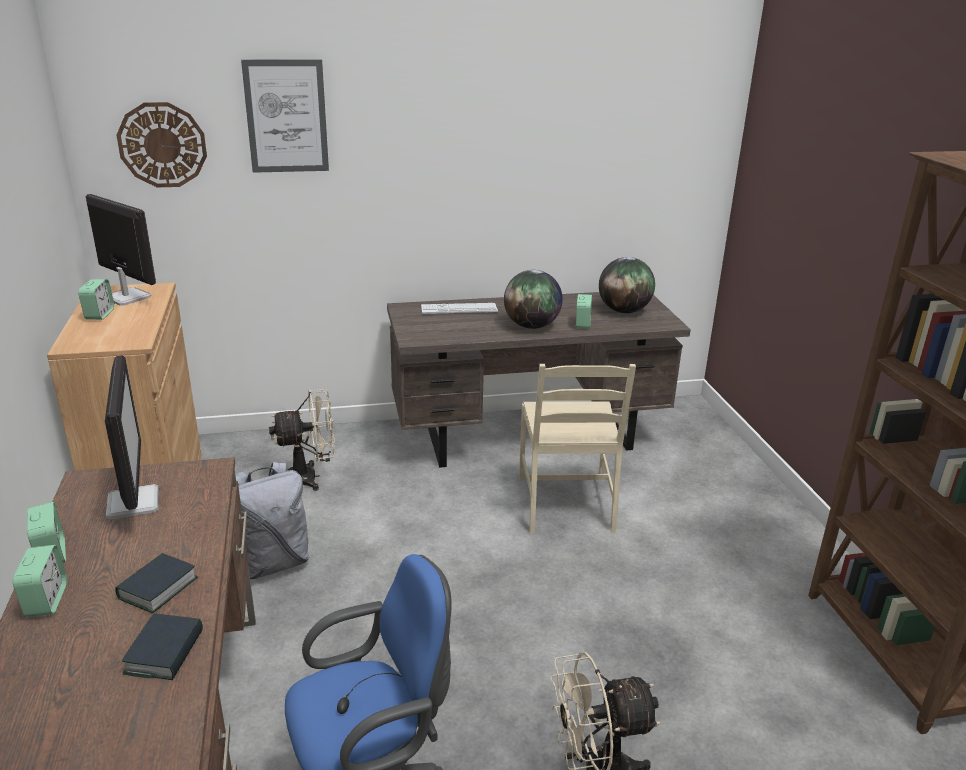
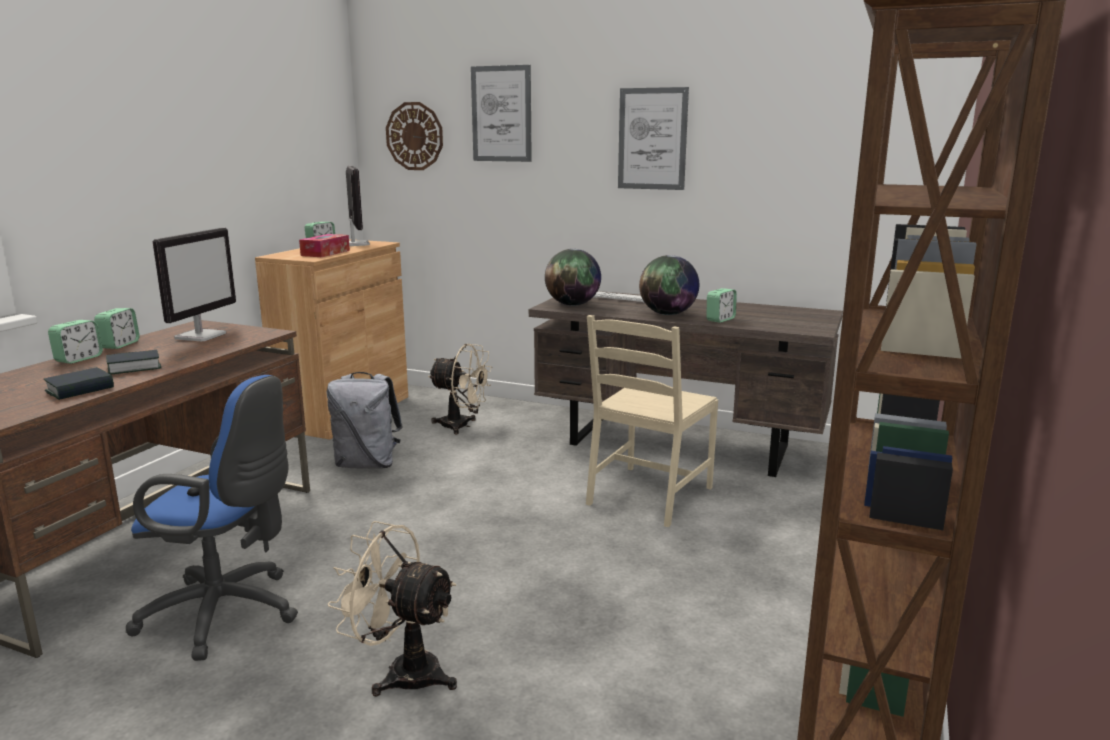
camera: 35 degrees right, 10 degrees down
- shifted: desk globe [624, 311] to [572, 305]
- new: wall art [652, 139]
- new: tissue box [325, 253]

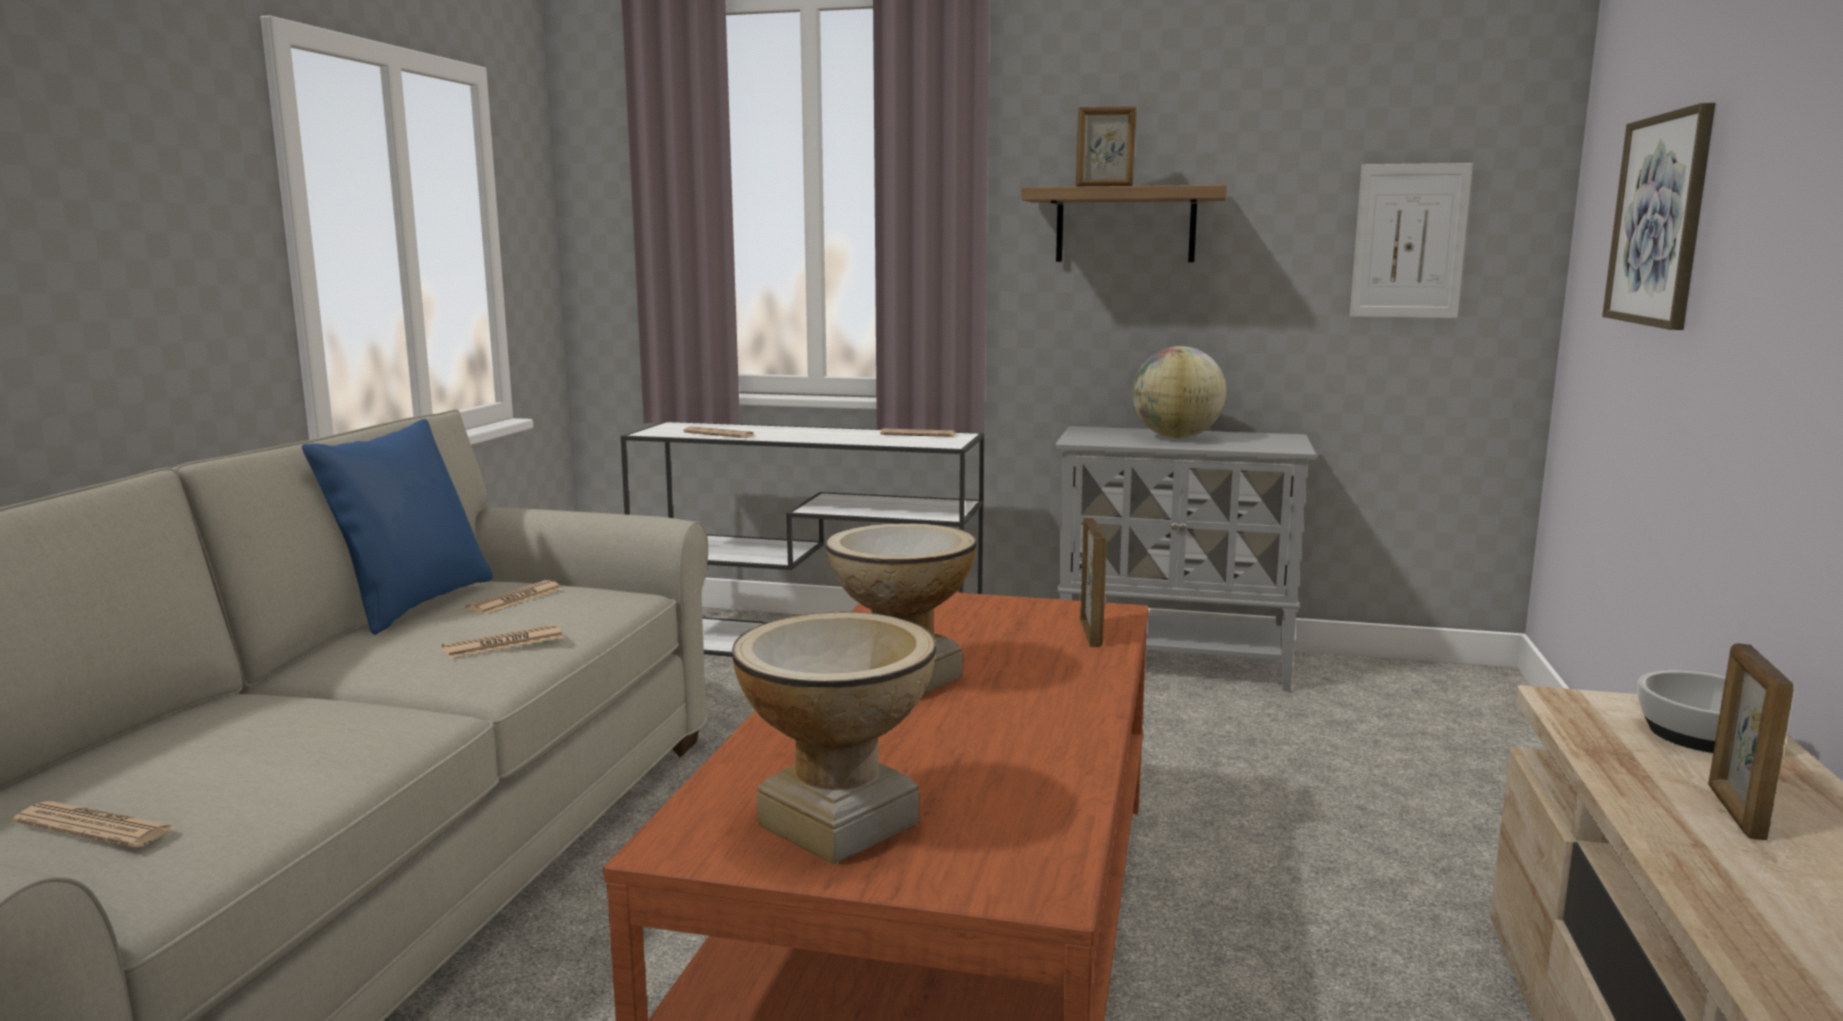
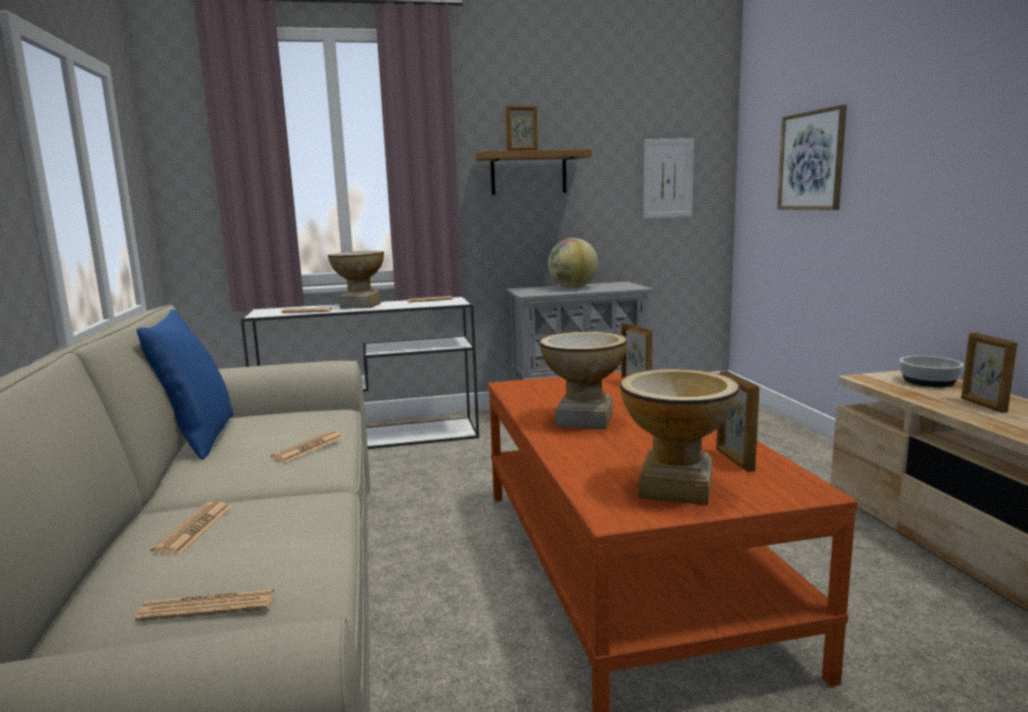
camera: 25 degrees left, 0 degrees up
- shifted: newspaper [515, 599] to [194, 529]
- new: flower vase [360, 306]
- new: standing frame [734, 460]

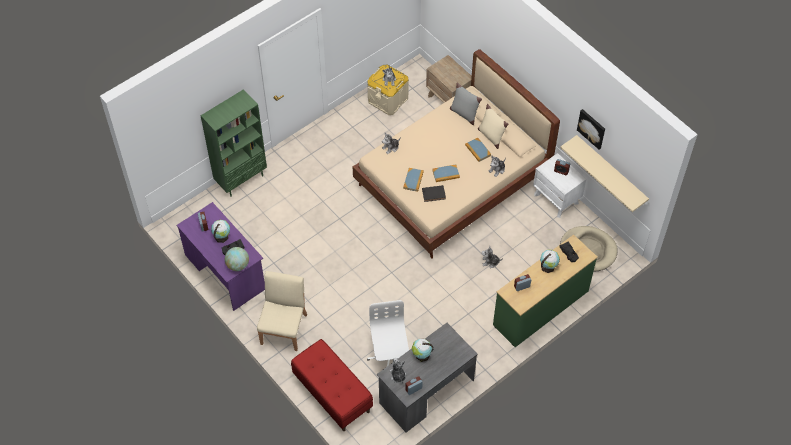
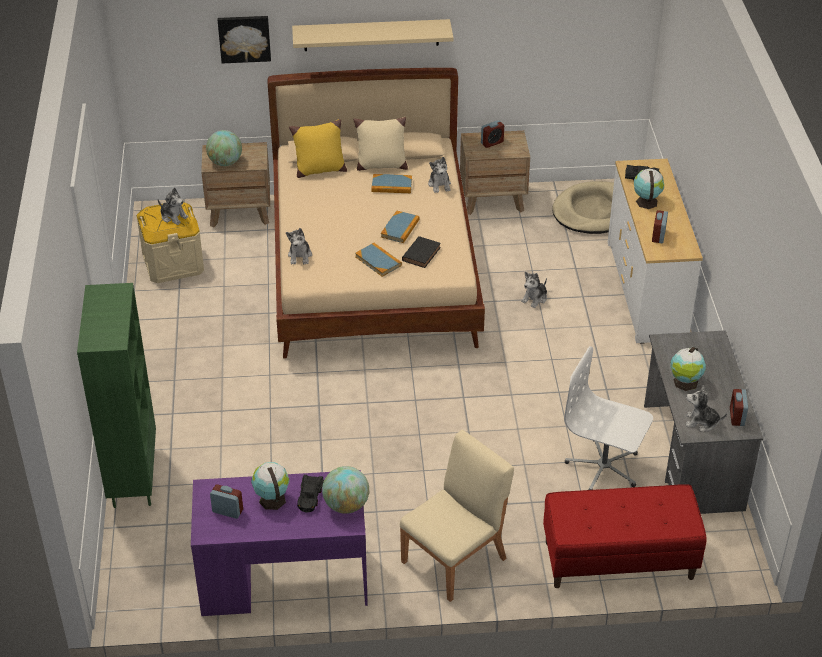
camera: 55 degrees left, 15 degrees down
- repainted: cushion (grey) [464, 113] to cushion (yellow-coloured) [319, 170]
- shifted: wall art [592, 128] to [244, 38]
- shifted: shelf (beige) [611, 171] to [371, 35]
- repainted: nightstand (white) [556, 199] to nightstand (brown-coloured) [493, 200]
- repainted: dresser (green) [541, 308] to dresser (white) [647, 290]
- rotated: chair (beige) [284, 328] = [455, 559] 90 degrees clockwise
- new: desk globe [225, 162]

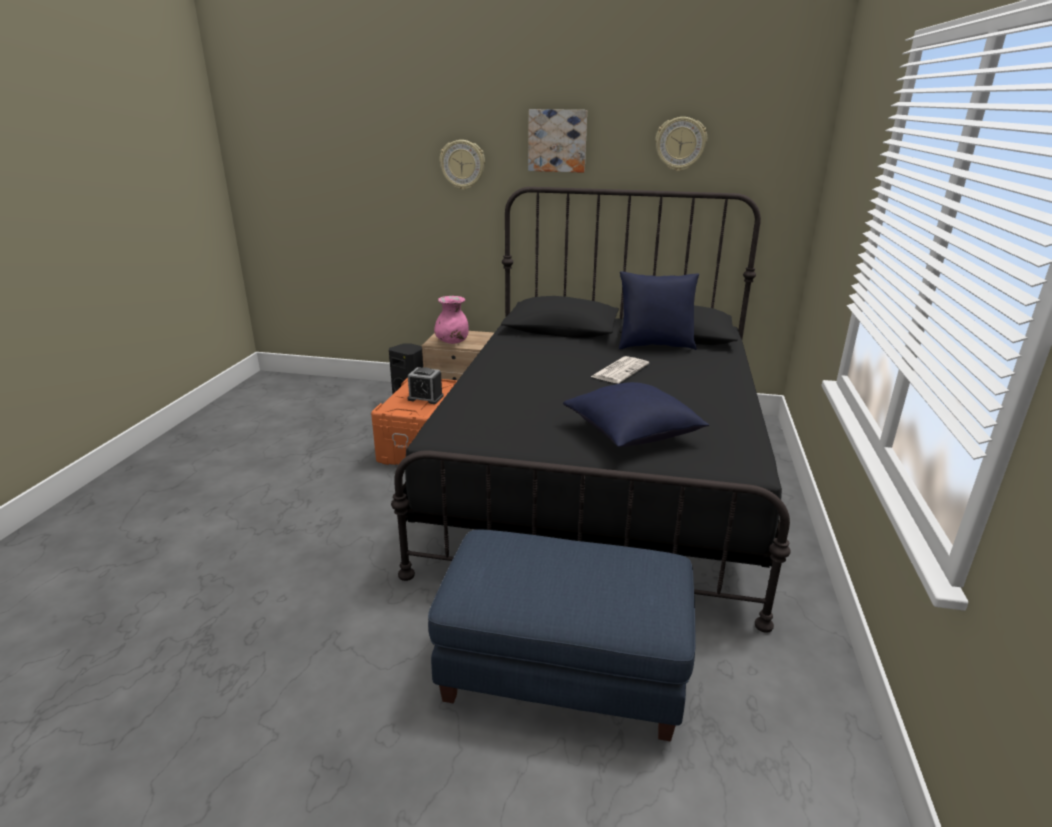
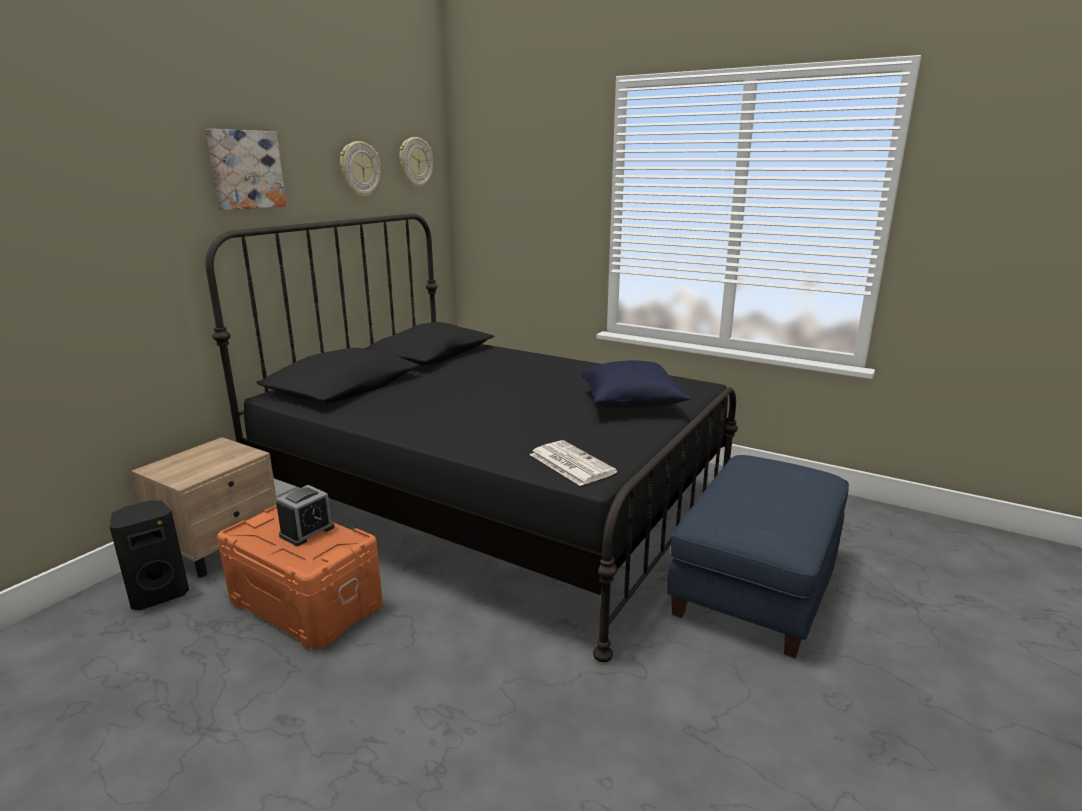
camera: 70 degrees left, 5 degrees down
- shifted: clock on the wall [462, 165] to [415, 162]
- gone: cushion (bluish) [654, 346]
- gone: flower vase (pinkish) [452, 342]
- shifted: newspaper [620, 370] to [570, 463]

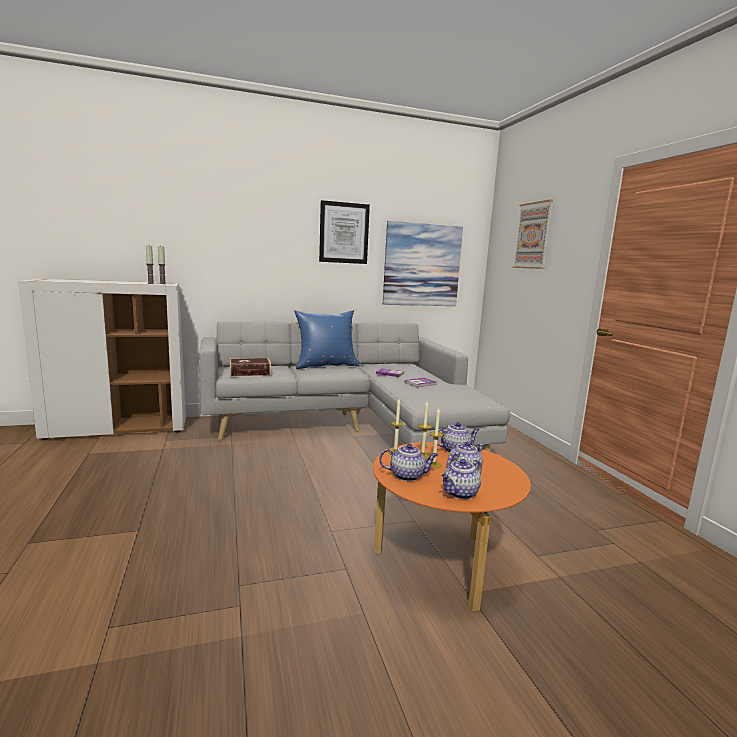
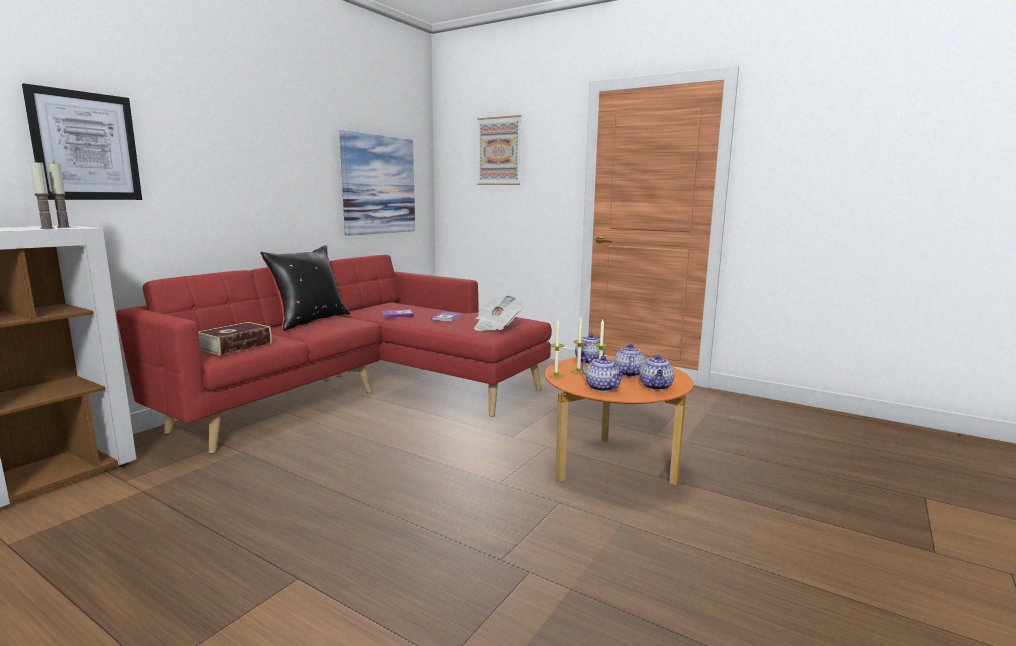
camera: 40 degrees left, 0 degrees up
- shifted: wall art [344, 233] to [86, 146]
- repainted: cushion (bluish) [326, 365] to cushion (black-coloured) [310, 321]
- repainted: settee (grey) [357, 431] to settee (red-coloured) [370, 392]
- rotated: tea pot [407, 476] = [602, 388] 90 degrees clockwise
- new: newspaper [496, 327]

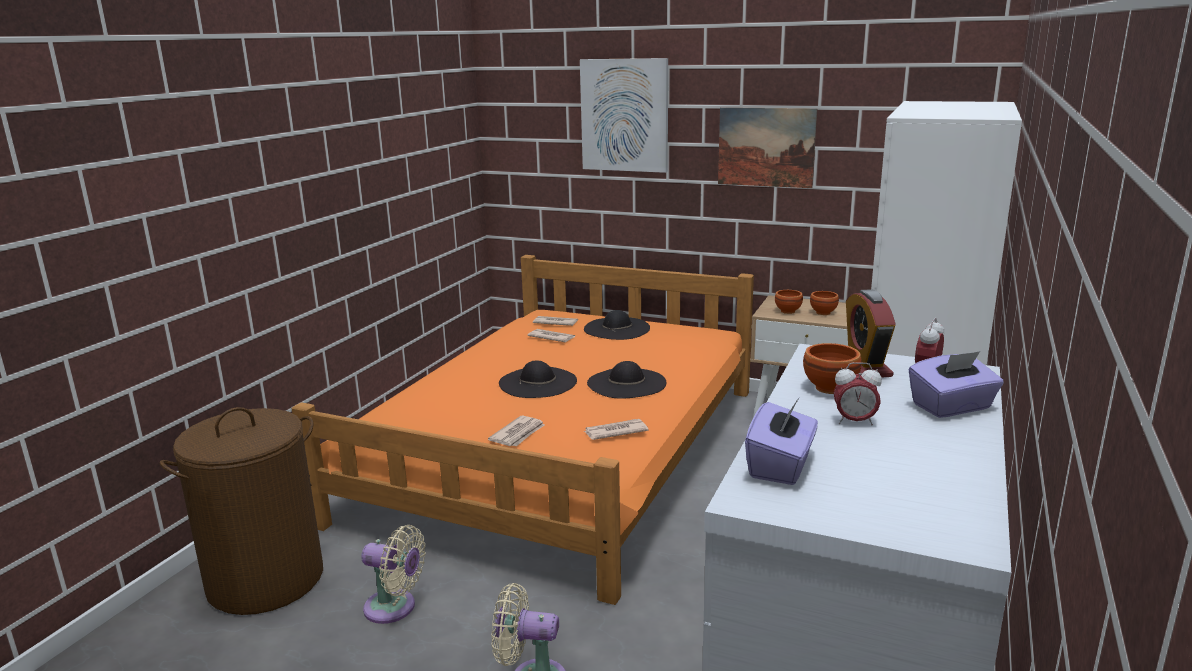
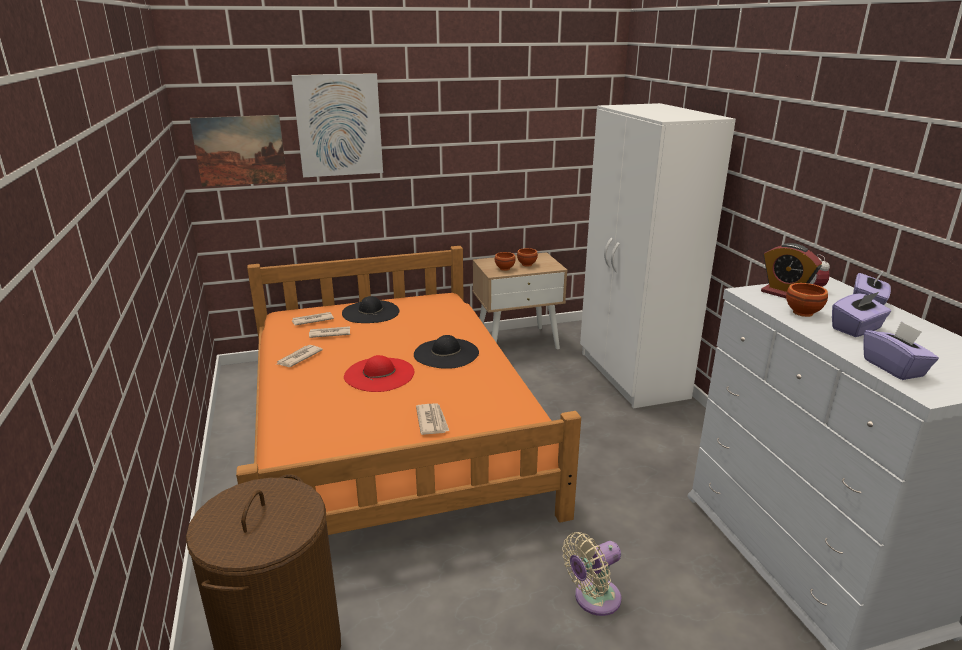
camera: 40 degrees left, 5 degrees up
- shifted: wall art [766, 147] to [240, 150]
- repainted: hat (black-coloured) [538, 382] to hat (red-coloured) [379, 374]
- swapped: table clock [854, 421] to tissue box (purple-coloured) [856, 329]
- shifted: newspaper [615, 432] to [298, 358]
- gone: electric fan (beige) [394, 608]

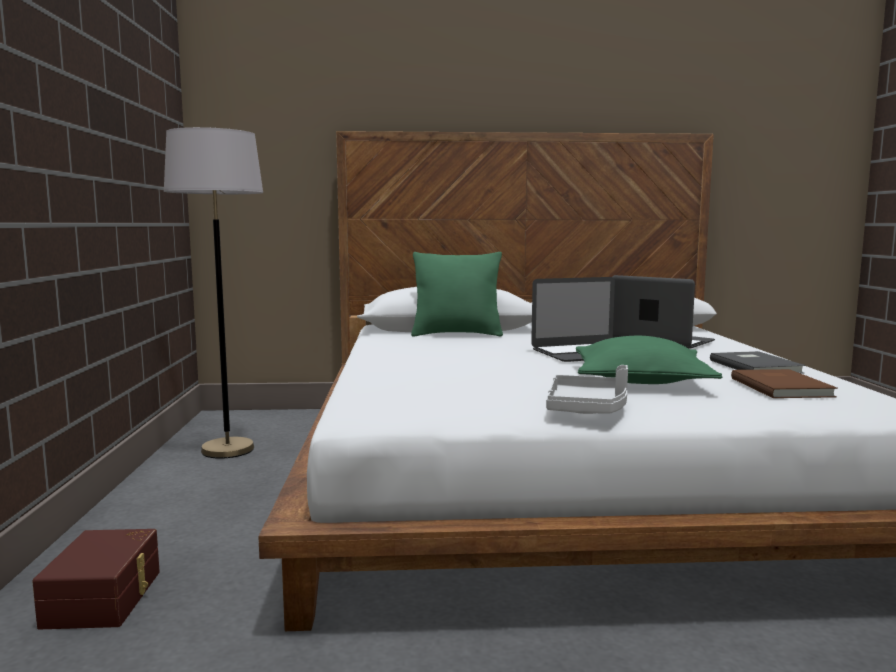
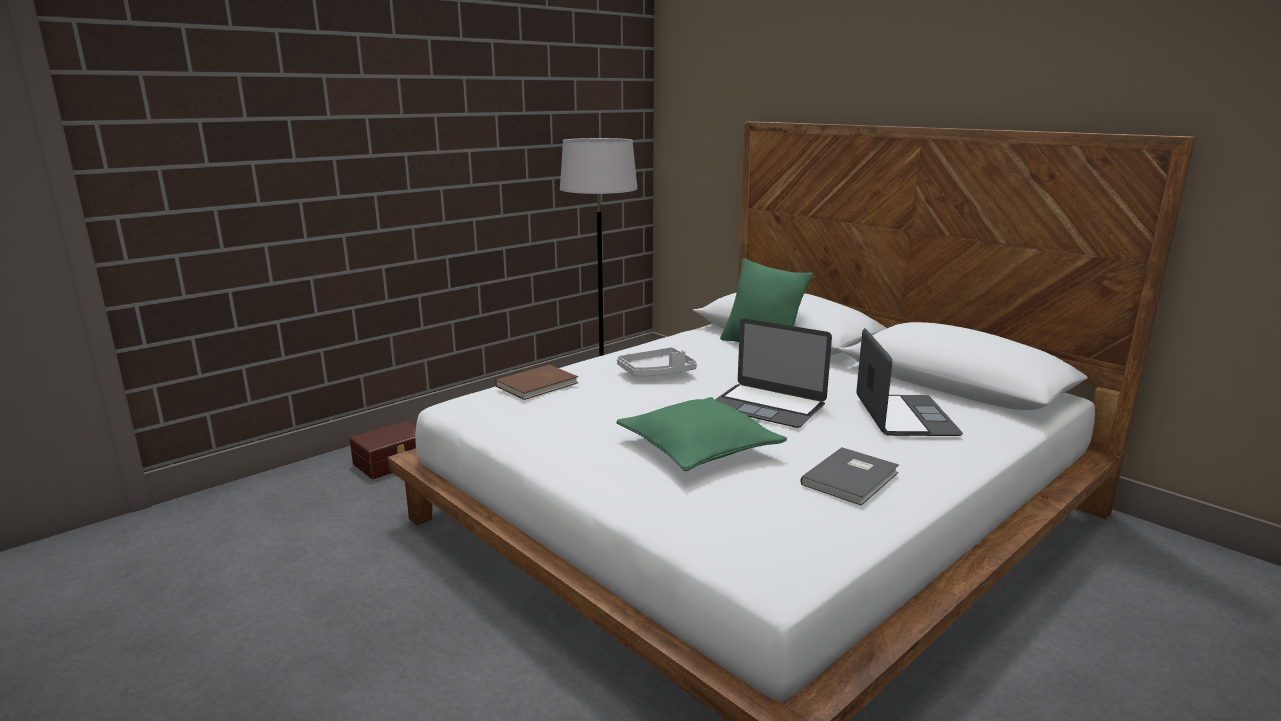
camera: 50 degrees right, 10 degrees up
- shifted: carrying tray (grey) [587, 409] to [657, 372]
- shifted: volume (brown-coloured) [782, 387] to [539, 385]

